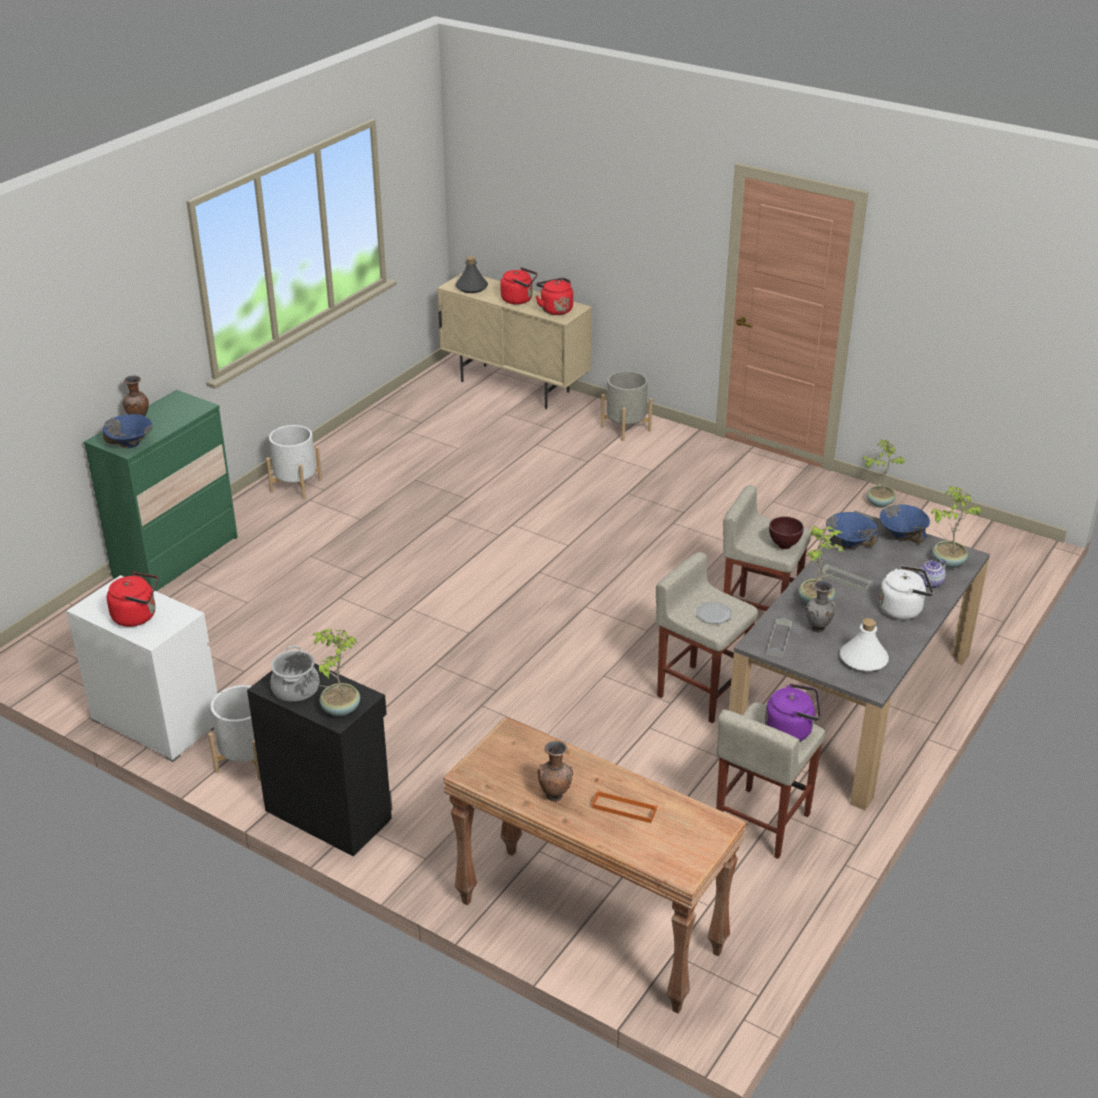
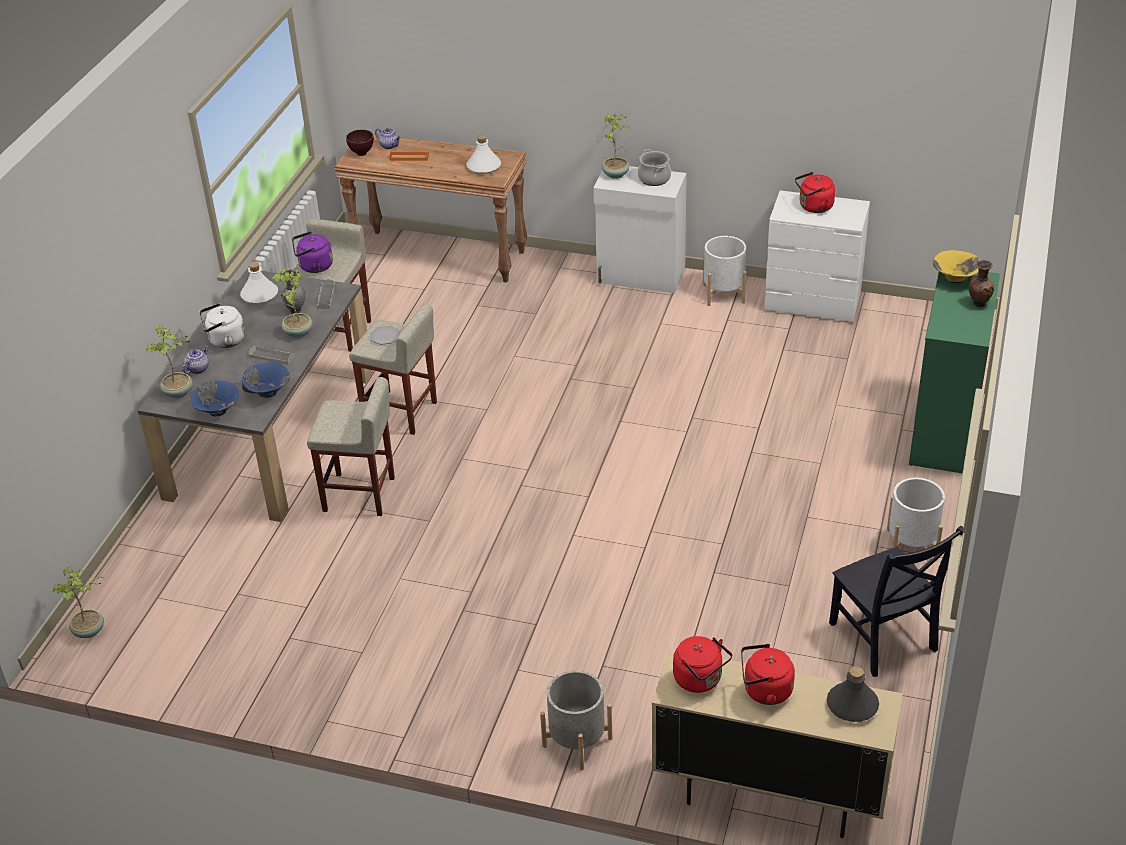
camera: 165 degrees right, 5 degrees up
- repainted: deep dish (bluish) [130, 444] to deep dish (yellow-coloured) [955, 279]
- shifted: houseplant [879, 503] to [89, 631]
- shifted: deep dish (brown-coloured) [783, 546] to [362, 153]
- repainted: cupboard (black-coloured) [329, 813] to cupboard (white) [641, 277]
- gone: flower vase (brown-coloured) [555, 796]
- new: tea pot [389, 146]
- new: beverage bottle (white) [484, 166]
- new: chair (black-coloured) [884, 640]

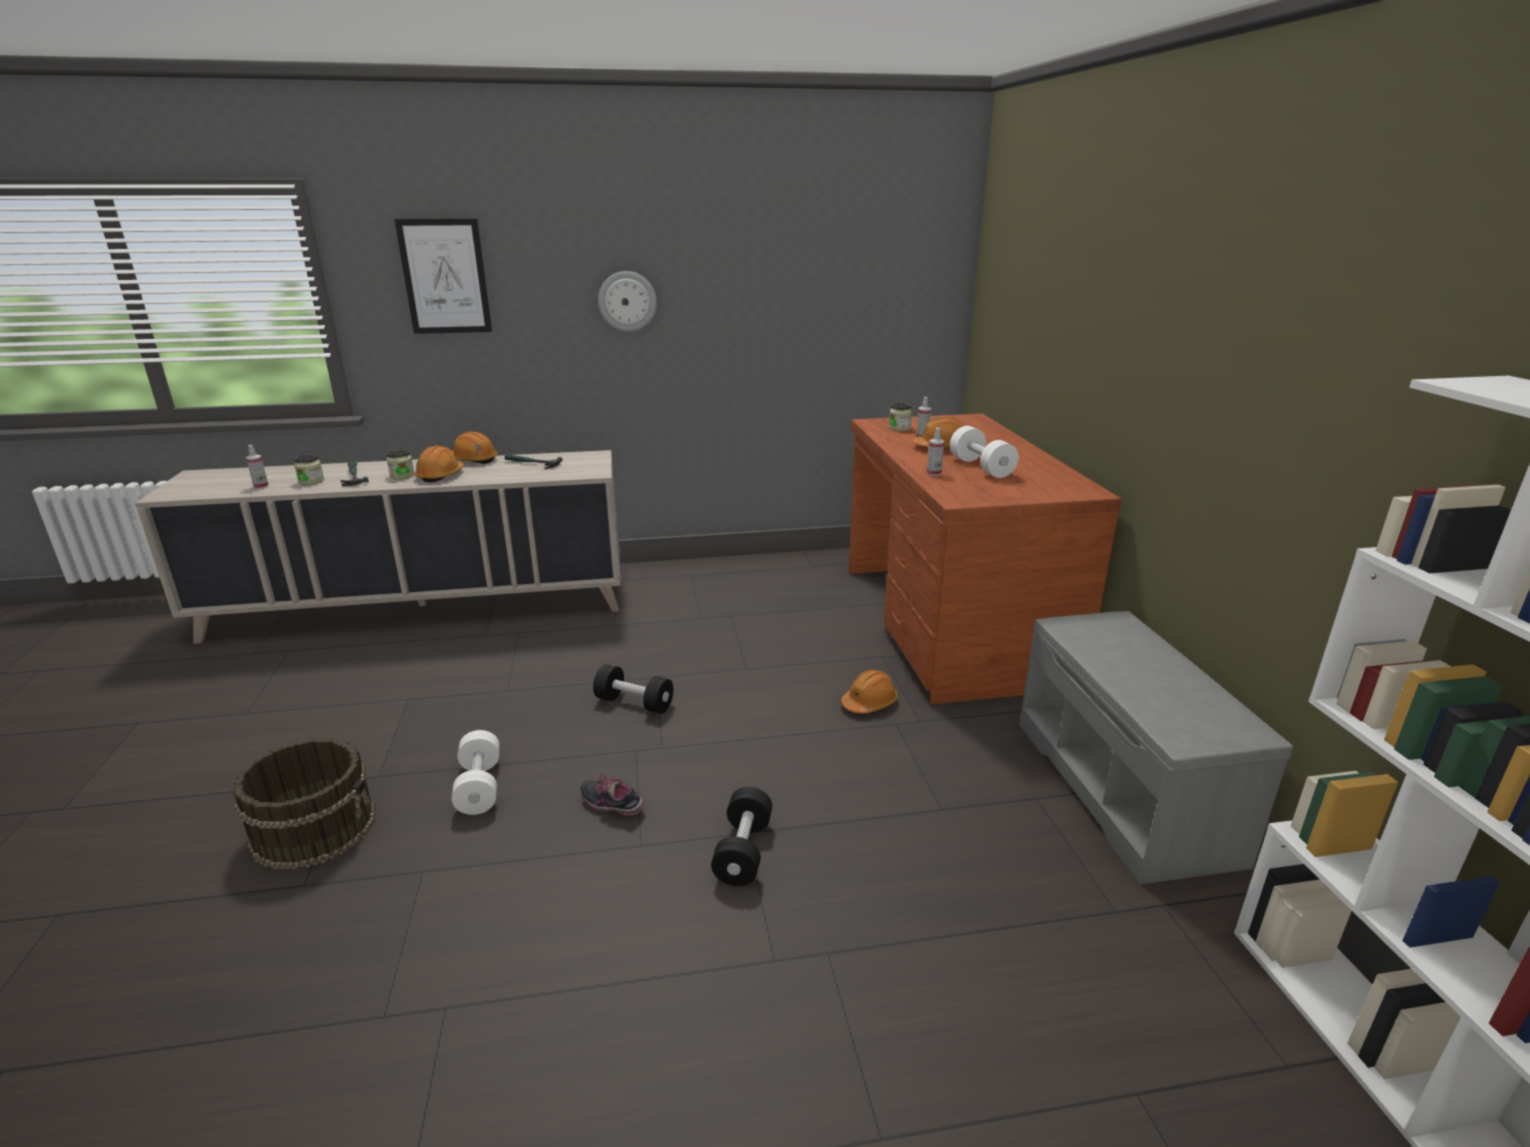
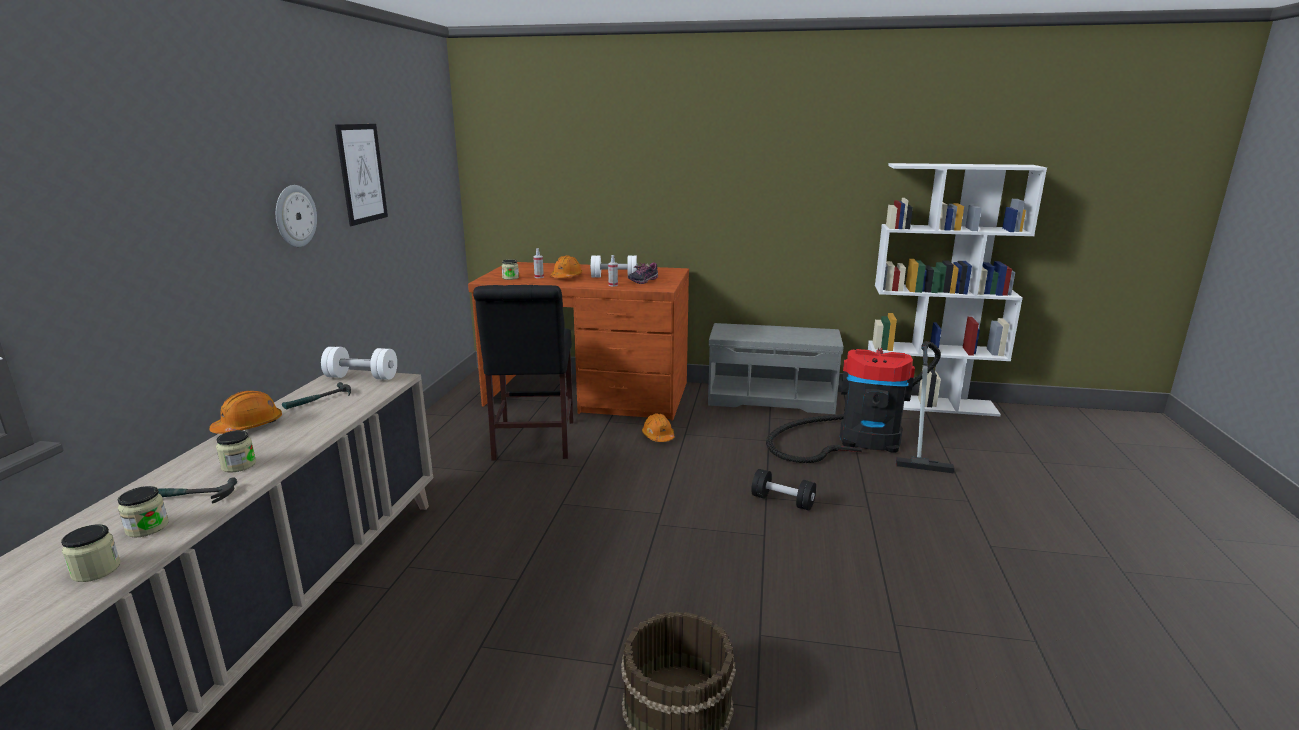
camera: 70 degrees left, 5 degrees down
- shifted: wall art [445, 277] to [362, 173]
- swapped: spray bottle [261, 486] to jar [96, 570]
- gone: safety helmet (orange-coloured) [440, 476]
- gone: dumbbell (black-coloured) [634, 703]
- shifted: dumbbell (white) [479, 787] to [361, 377]
- shifted: shoe [613, 805] to [643, 281]
- new: chair (black-coloured) [532, 443]
- new: vacuum cleaner [861, 440]

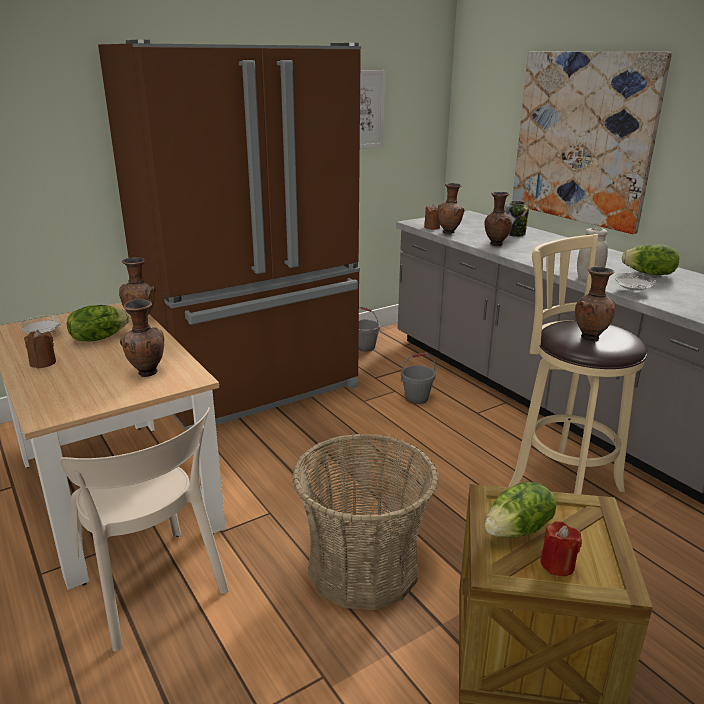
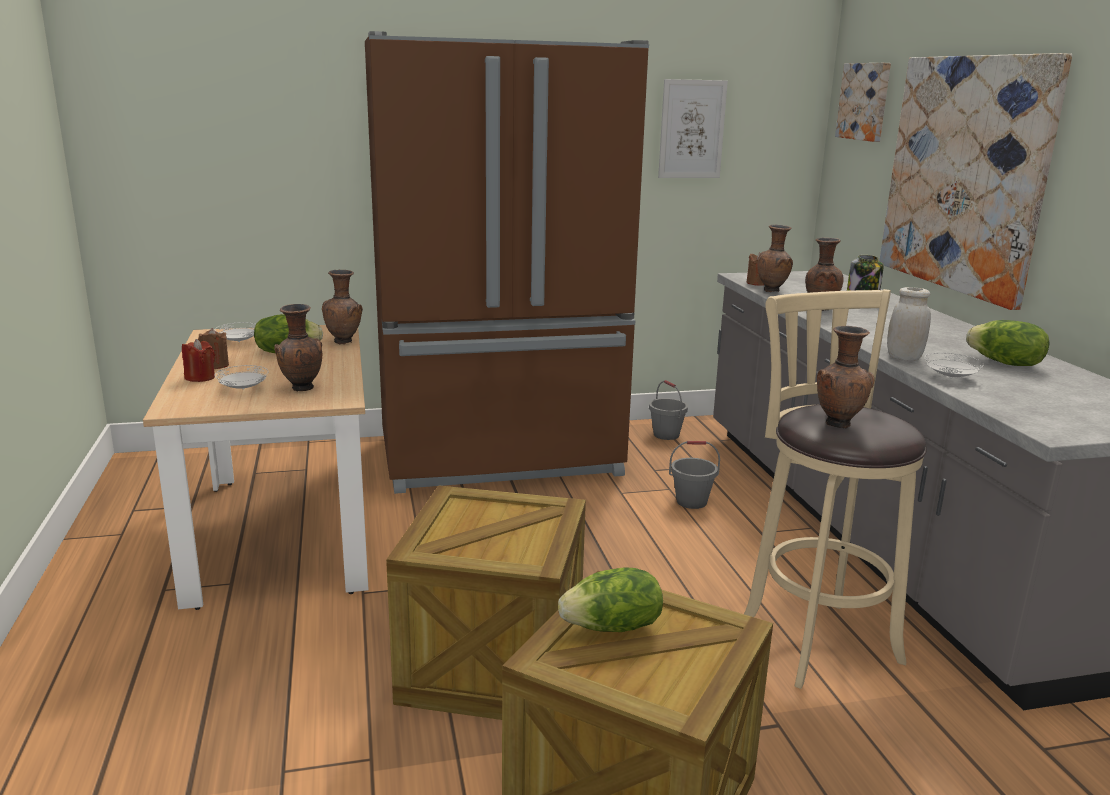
camera: 20 degrees right, 5 degrees down
- gone: chair (beige) [154, 591]
- swapped: household basket [363, 567] to shipping crate [493, 665]
- shifted: wax candle (red-coloured) [557, 564] to [200, 378]
- new: wall art [865, 101]
- new: flat dish (white) [243, 389]

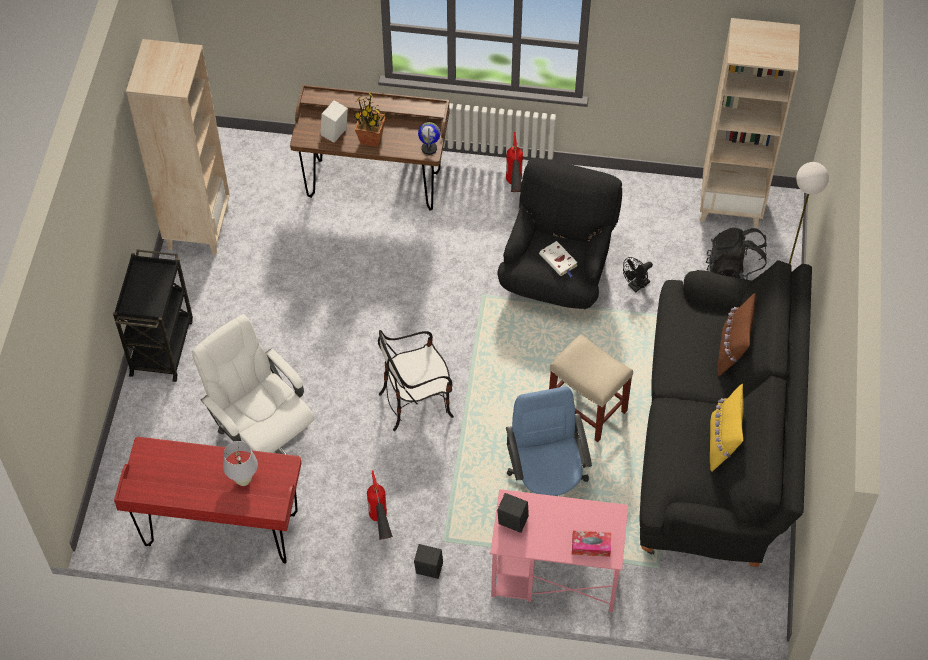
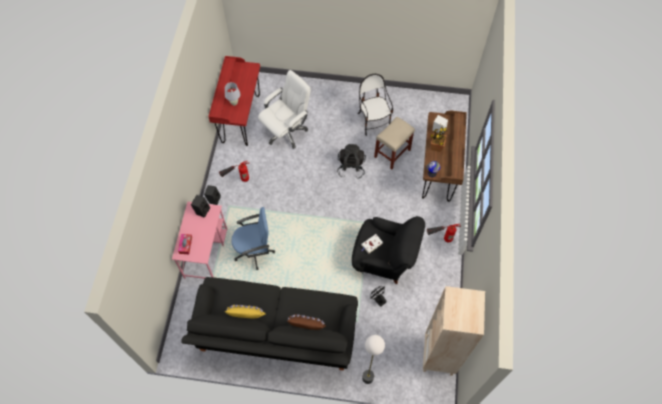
camera: 90 degrees right, 5 degrees up
- gone: bookcase (beige) [198, 228]
- shifted: knapsack (black-coloured) [735, 271] to [351, 167]
- gone: trolley (black-coloured) [162, 346]
- shifted: chair [416, 402] to [373, 121]
- shifted: stool (beige) [586, 408] to [392, 153]

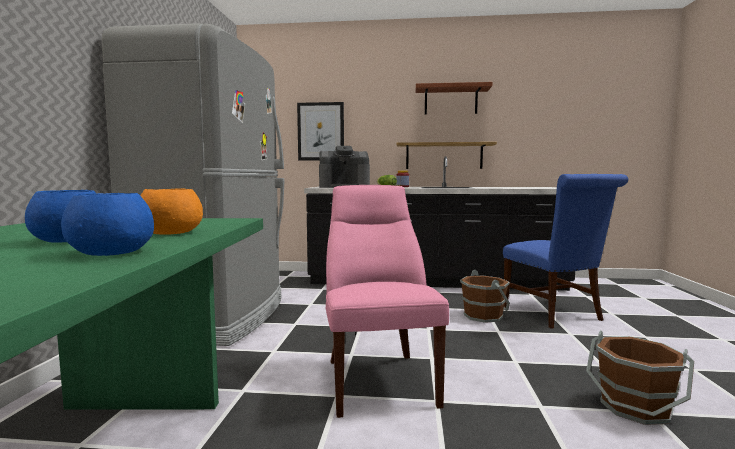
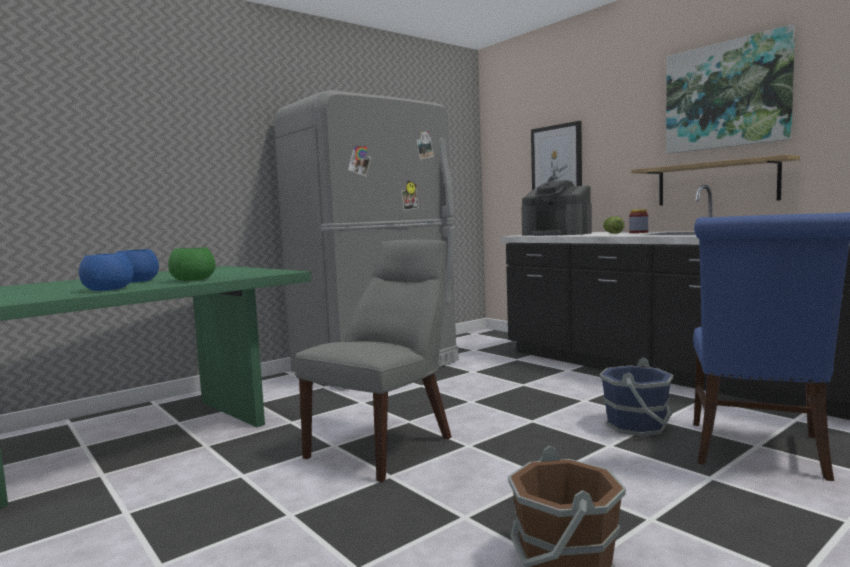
camera: 45 degrees right, 0 degrees up
- swapped: shelf (brown-coloured) [450, 101] to wall art [726, 95]
- repainted: chair (pinkish) [378, 379] to chair (grey) [386, 445]
- repainted: deep dish (orange-coloured) [170, 233] to deep dish (green) [192, 280]
- repainted: bucket (brown-coloured) [484, 316] to bucket (bluish) [637, 426]

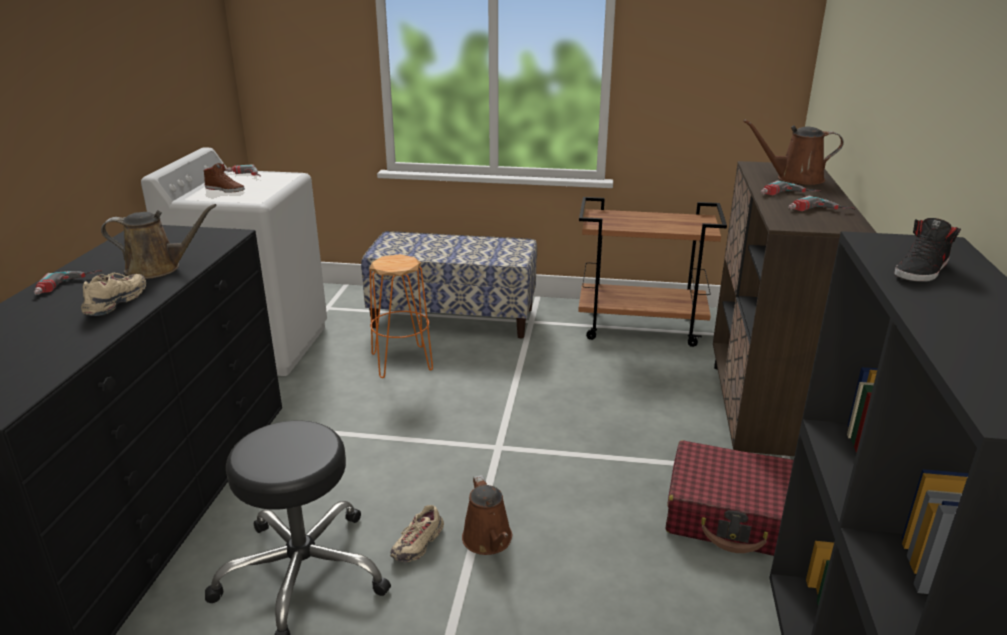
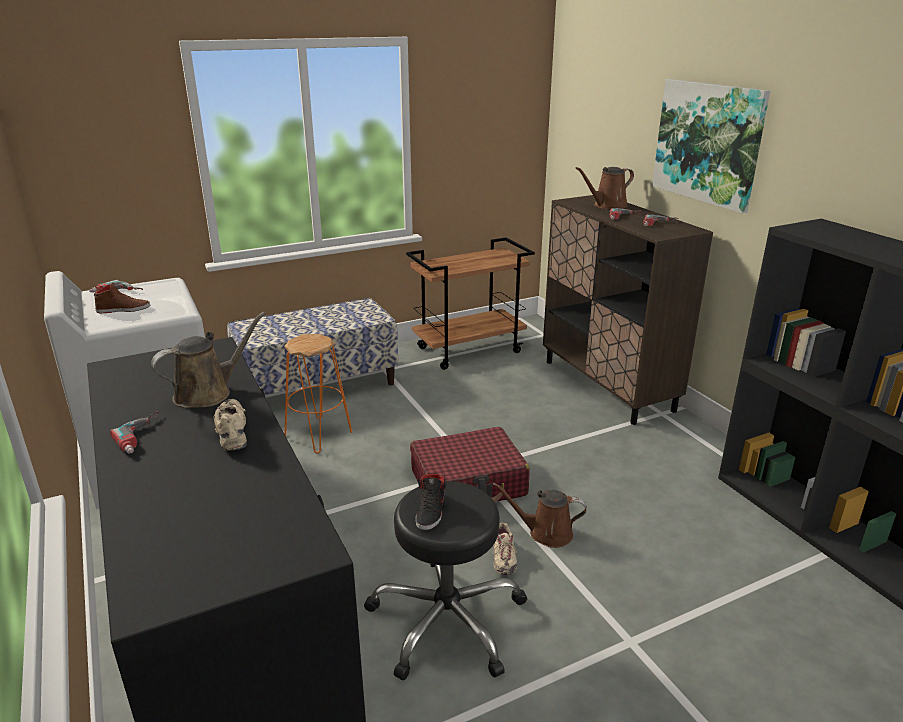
camera: 35 degrees left, 0 degrees up
- shifted: shoe (black-coloured) [922, 270] to [431, 511]
- shifted: travel case (red-coloured) [734, 516] to [468, 483]
- rotated: watering pot (brown-coloured) [489, 541] = [546, 533] 150 degrees clockwise
- new: wall art [708, 143]

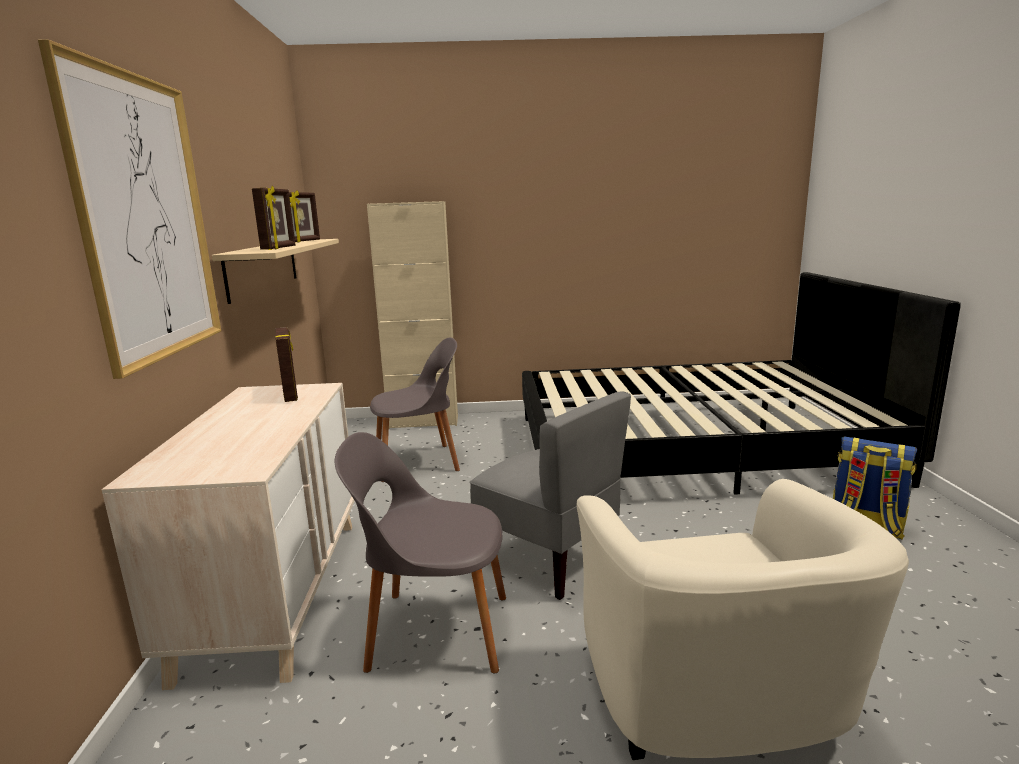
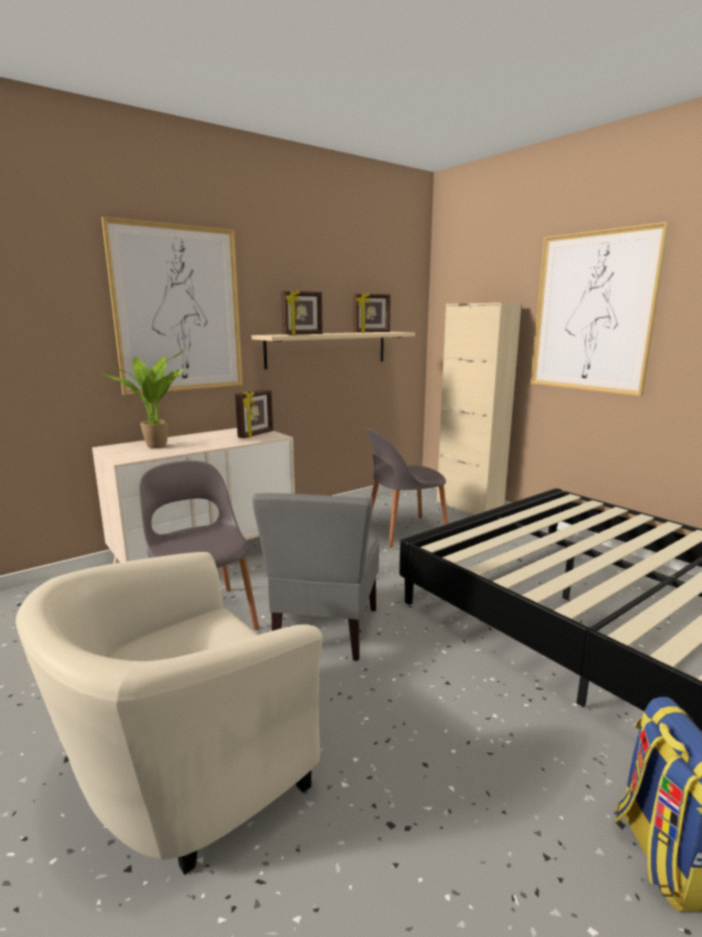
camera: 55 degrees right, 0 degrees up
- rotated: chair (grey) [419, 462] = [403, 531] 120 degrees clockwise
- new: wall art [592, 312]
- new: houseplant [158, 446]

